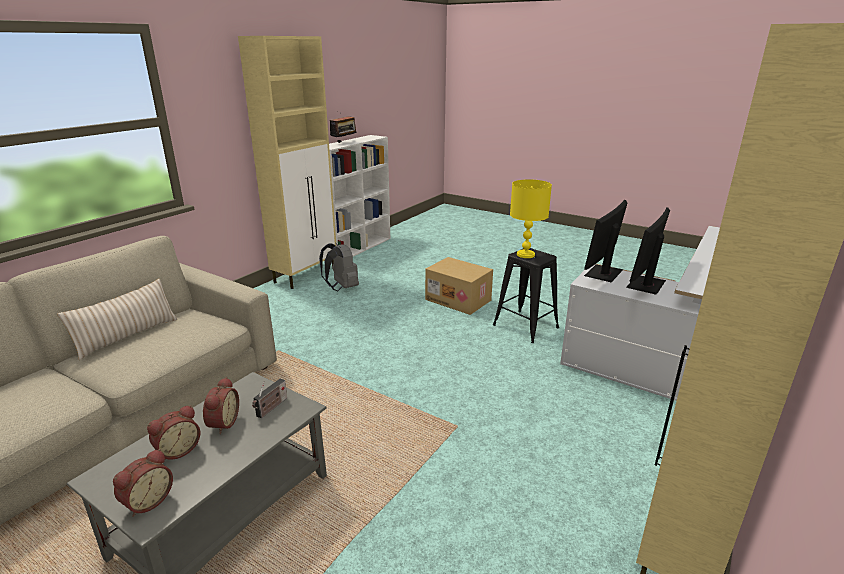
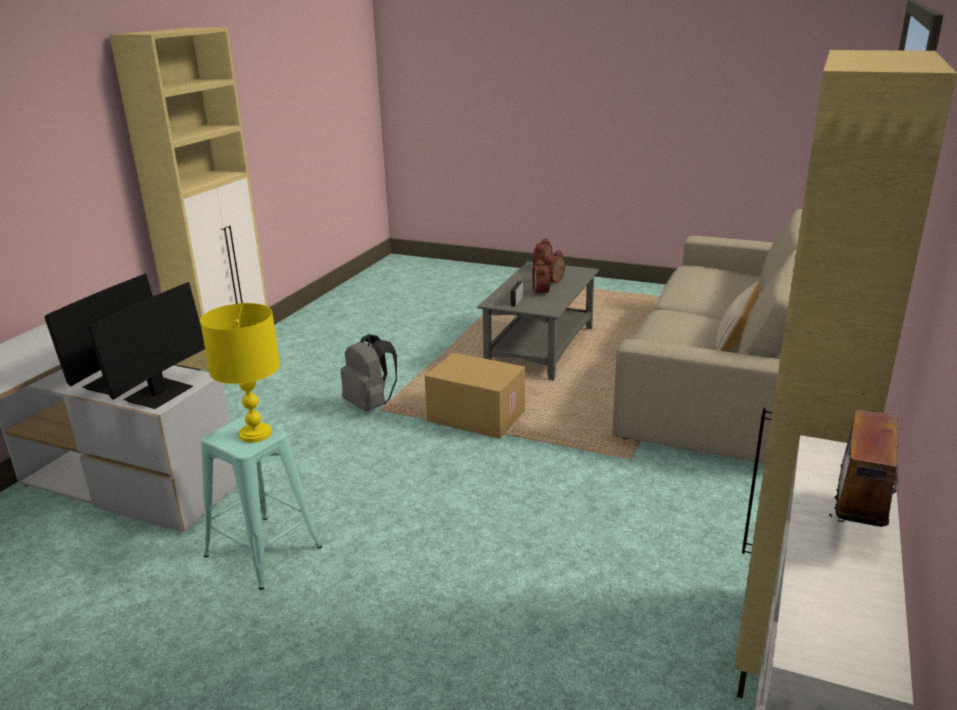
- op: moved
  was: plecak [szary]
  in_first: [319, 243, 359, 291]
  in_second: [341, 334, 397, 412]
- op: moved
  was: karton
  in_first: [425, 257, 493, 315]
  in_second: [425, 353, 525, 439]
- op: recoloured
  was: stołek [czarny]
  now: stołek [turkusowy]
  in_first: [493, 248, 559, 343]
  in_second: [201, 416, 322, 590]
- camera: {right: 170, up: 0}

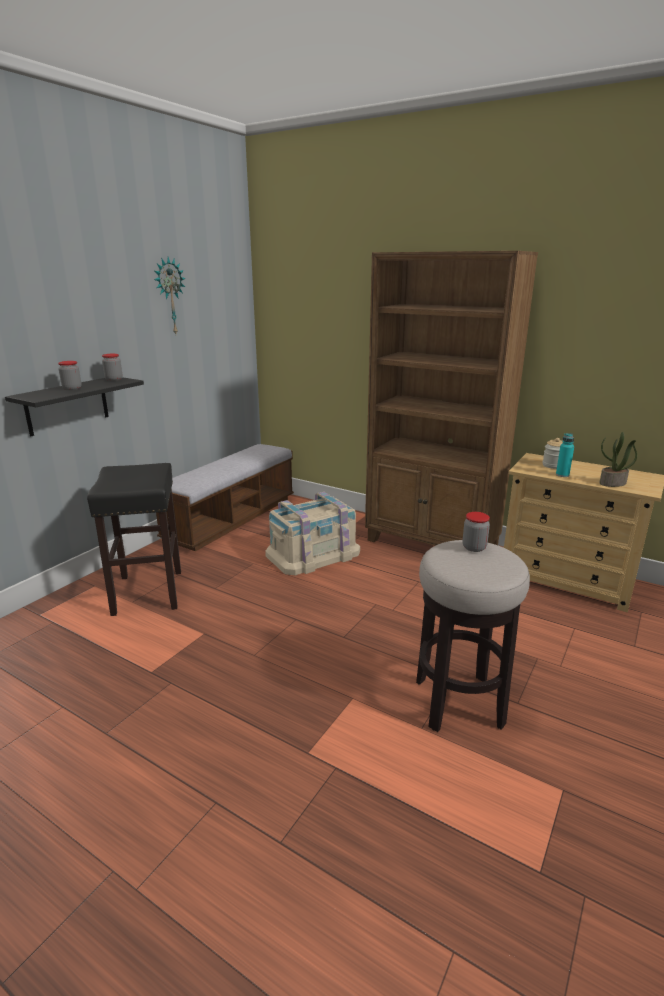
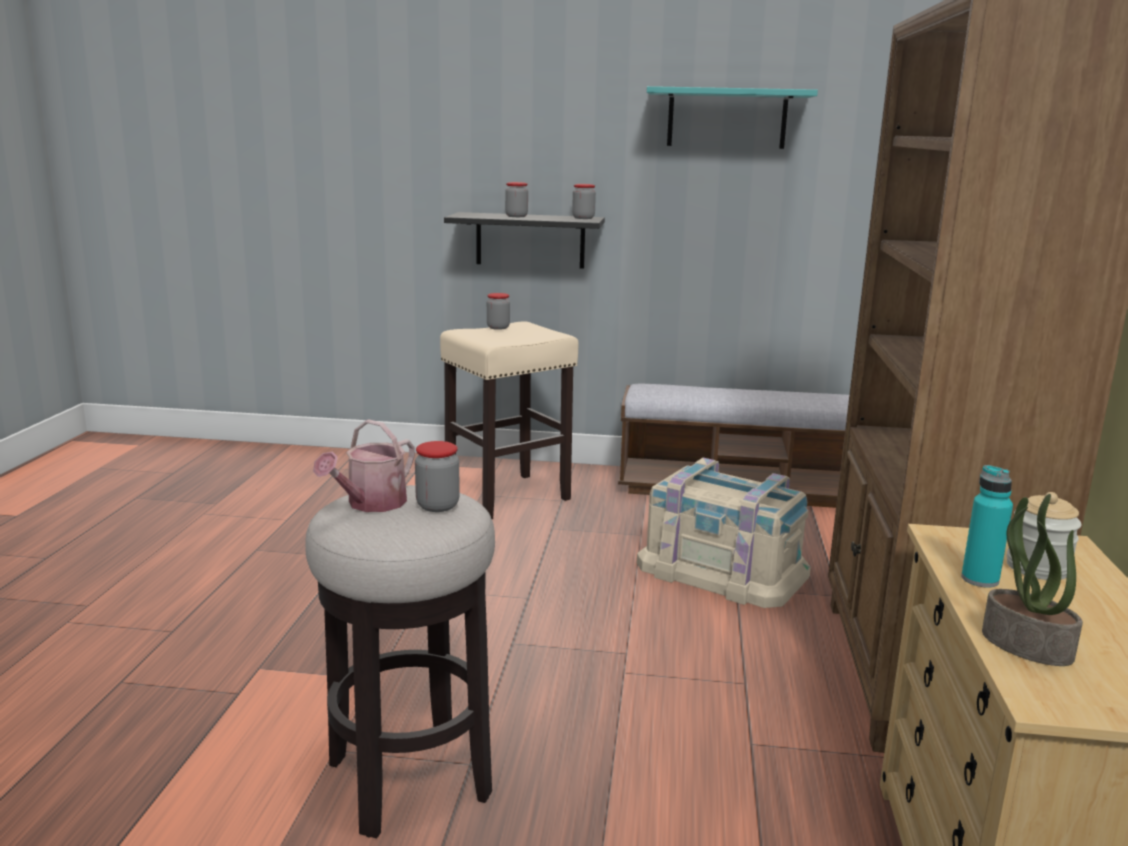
- op: recoloured
  was: stołek [czarny]
  now: stołek [beżowy]
  in_first: [87, 463, 181, 616]
  in_second: [440, 321, 579, 519]
- op: replaced
  was: zegar ścienny
  now: półka [turkusowy]
  in_first: [154, 257, 185, 334]
  in_second: [647, 86, 818, 149]
- op: added
  now: konewka
  in_second: [313, 419, 415, 512]
- op: added
  now: słoik
  in_second: [487, 293, 510, 330]
- camera: {right: 65, up: -5}

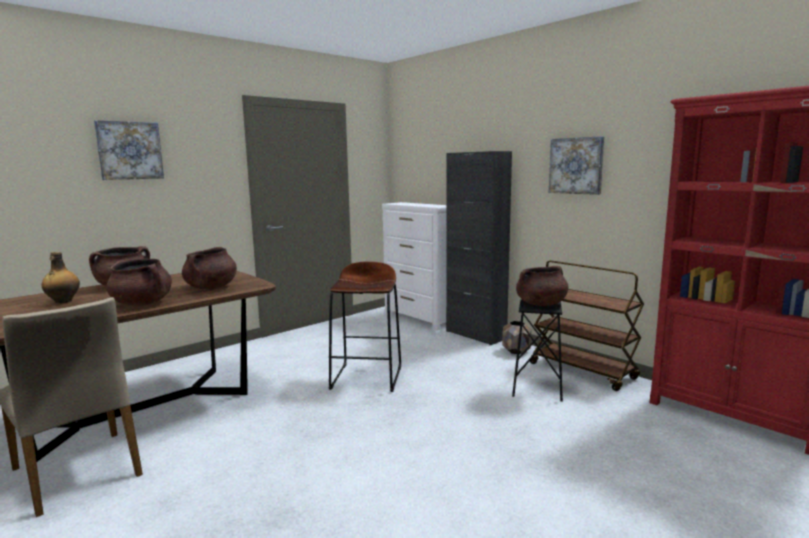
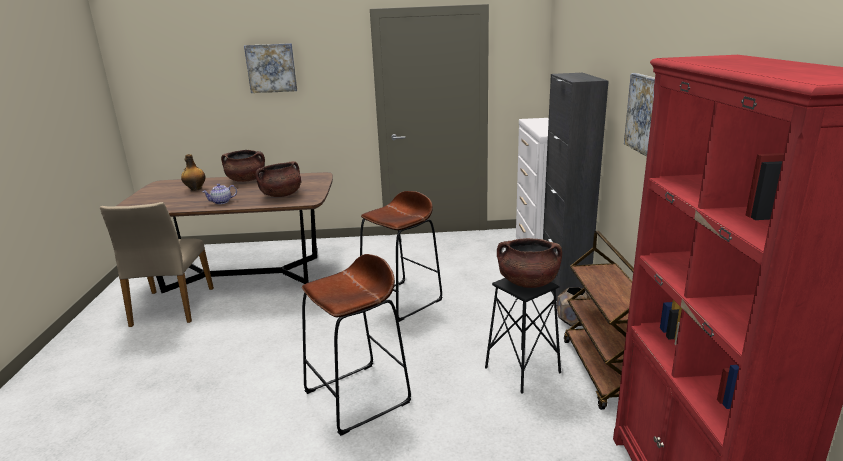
- op: replaced
  was: garnek [brązowy]
  now: imbryk
  in_first: [106, 259, 172, 306]
  in_second: [202, 184, 237, 204]
- op: added
  now: stołek [brązowy]
  in_second: [302, 254, 411, 436]
- camera: {right: 40, up: 10}

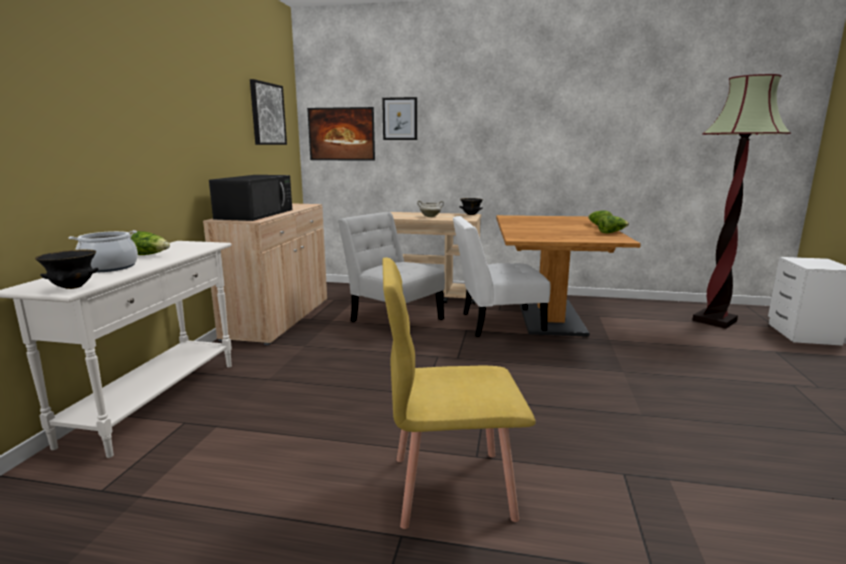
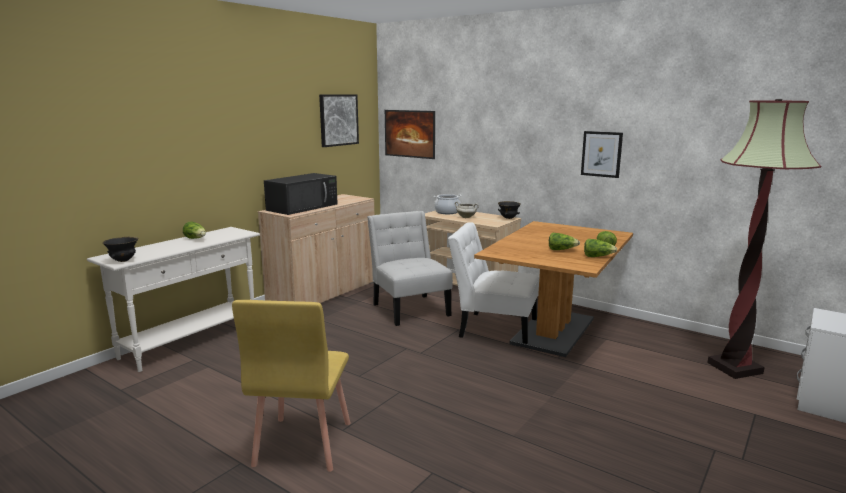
- op: moved
  was: garnek
  in_first: [68, 230, 138, 272]
  in_second: [434, 194, 462, 214]
- op: moved
  was: obraz
  in_first: [382, 97, 417, 140]
  in_second: [581, 131, 623, 178]
- op: turned
  was: krzesło [żółty]
  in_first: [382, 258, 536, 529]
  in_second: [232, 300, 351, 472]
  clockwise: -105
- op: added
  now: sałata
  in_second: [549, 233, 580, 250]
- camera: {right: 25, up: 0}

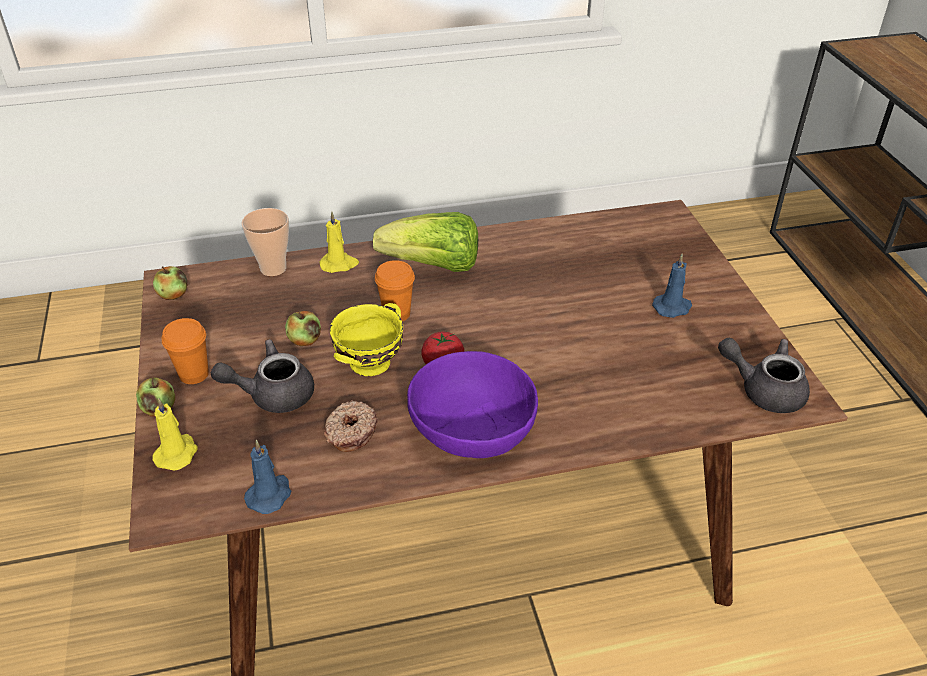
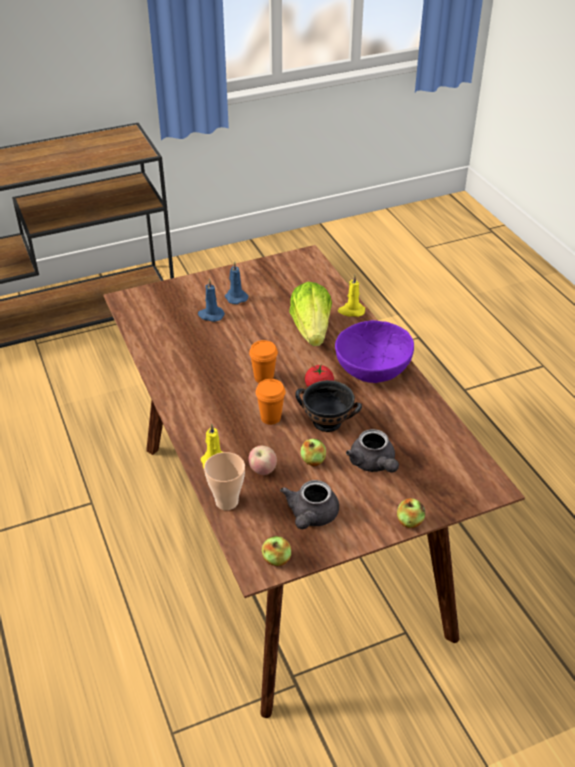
- op: moved
  was: świeca [żółty]
  in_first: [153, 398, 198, 471]
  in_second: [338, 274, 365, 317]
- op: moved
  was: filiżanka [pomarańczowy]
  in_first: [162, 318, 209, 384]
  in_second: [249, 340, 278, 383]
- op: moved
  was: świeca [niebieski]
  in_first: [244, 439, 291, 514]
  in_second: [198, 279, 225, 322]
- op: removed
  was: donut
  in_first: [323, 400, 378, 452]
- op: recoloured
  was: miska [żółty]
  now: miska [czarny]
  in_first: [330, 303, 403, 376]
  in_second: [295, 380, 362, 432]
- op: moved
  was: sałata
  in_first: [373, 212, 478, 272]
  in_second: [289, 282, 332, 346]
- op: moved
  was: imbryk [szary]
  in_first: [718, 338, 810, 413]
  in_second: [280, 480, 339, 529]
- op: added
  now: jabłko
  in_second: [249, 445, 277, 475]
- camera: {right: -100, up: 0}

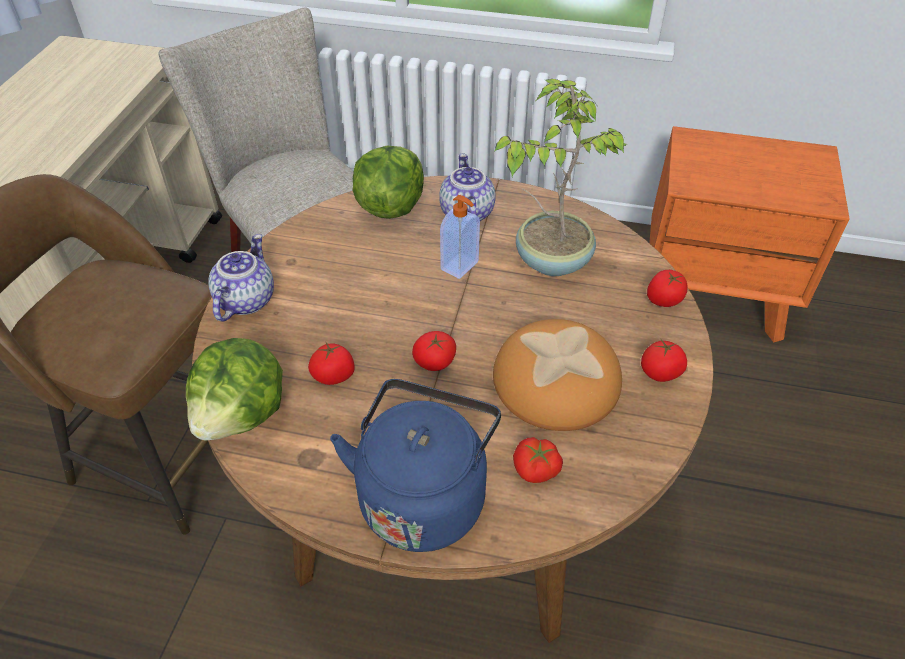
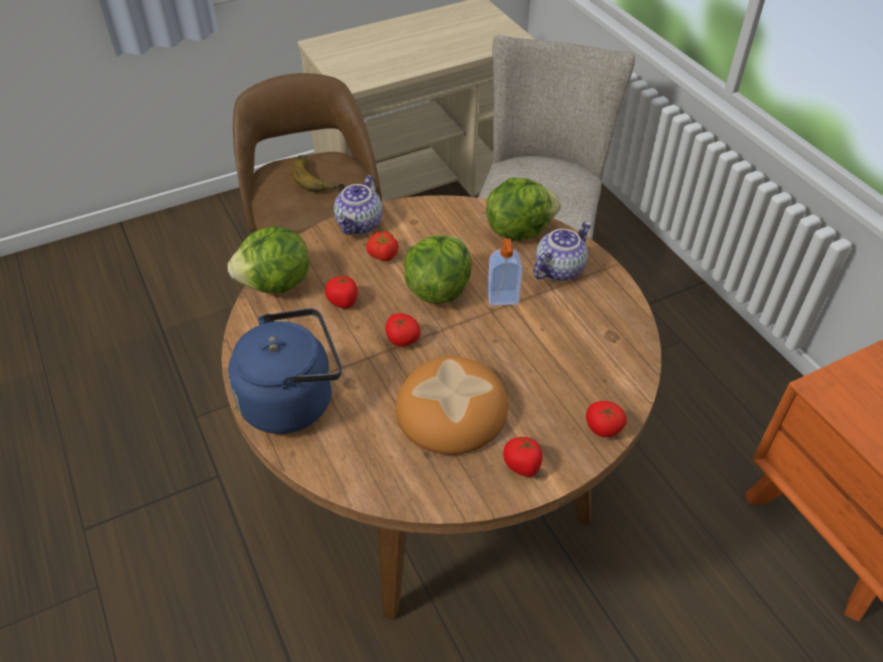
- op: turned
  was: imbryk
  in_first: [208, 234, 274, 321]
  in_second: [334, 175, 383, 235]
  clockwise: 135
- op: removed
  was: roślina doniczkowa
  in_first: [494, 79, 627, 276]
- op: moved
  was: pomidor
  in_first: [513, 437, 563, 483]
  in_second: [366, 231, 398, 262]
- op: added
  now: banan
  in_second: [292, 155, 345, 192]
- op: added
  now: sałata
  in_second: [404, 235, 472, 304]
- camera: {right: 50, up: 0}

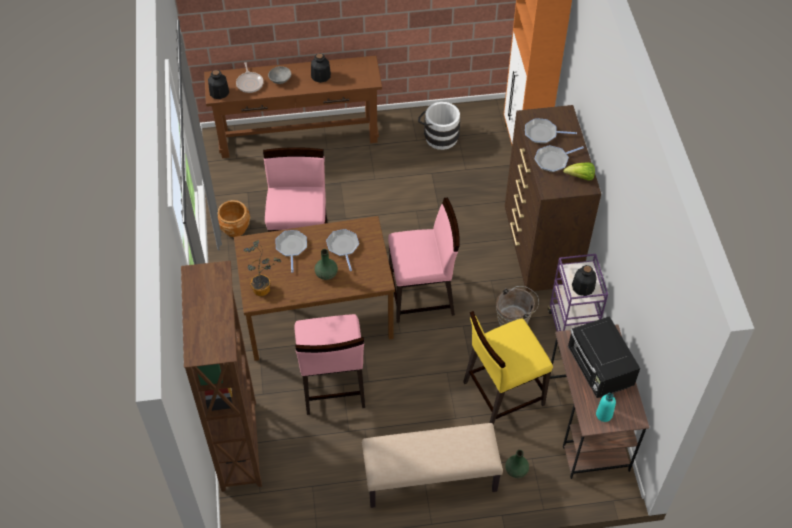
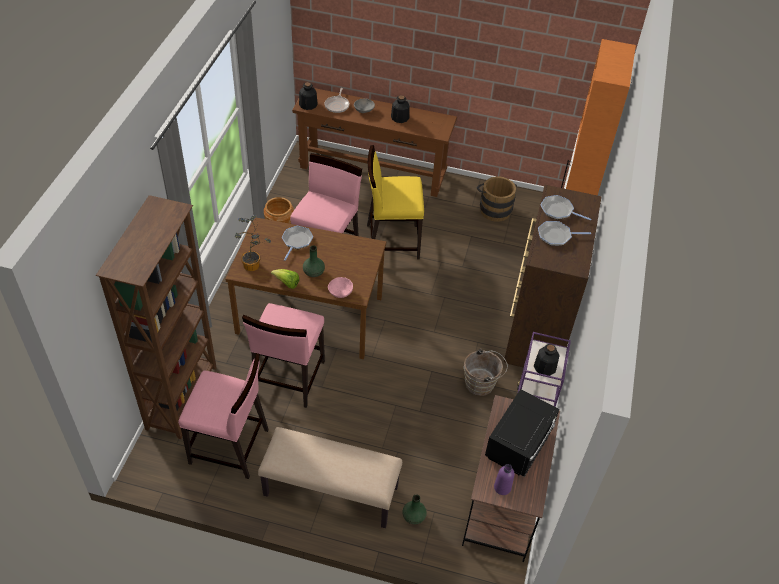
- op: removed
  was: patelnia
  in_first: [326, 229, 359, 271]
- op: moved
  was: krzesło [różowy]
  in_first: [388, 198, 460, 323]
  in_second: [178, 353, 269, 479]
- op: recoloured
  was: wiadro [biały]
  now: wiadro [brązowy]
  in_first: [418, 102, 460, 150]
  in_second: [476, 176, 517, 222]
- op: moved
  was: krzesło [żółty]
  in_first: [463, 311, 553, 425]
  in_second: [367, 145, 424, 260]
- op: moved
  was: sałata
  in_first: [563, 162, 595, 181]
  in_second: [271, 269, 299, 289]
- op: turned
  was: mikrofalówka [czarny]
  in_first: [568, 316, 640, 398]
  in_second: [485, 389, 559, 477]
  clockwise: -150
- op: recoloured
  was: butelka [turkusowy]
  now: butelka [fioletowy]
  in_first: [596, 393, 616, 422]
  in_second: [494, 464, 514, 495]
- op: added
  now: miska [różowy]
  in_second: [328, 277, 353, 298]
- camera: {right: 20, up: -5}

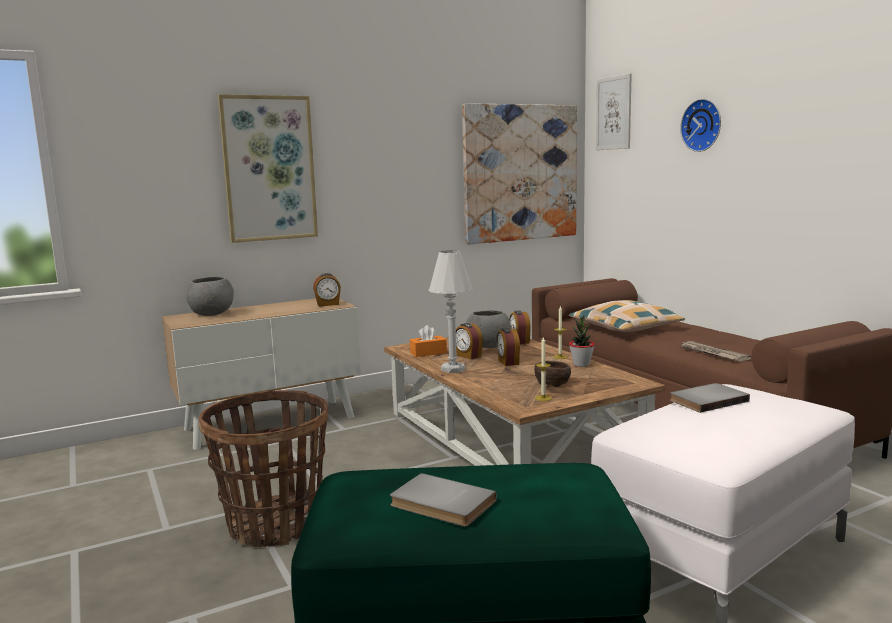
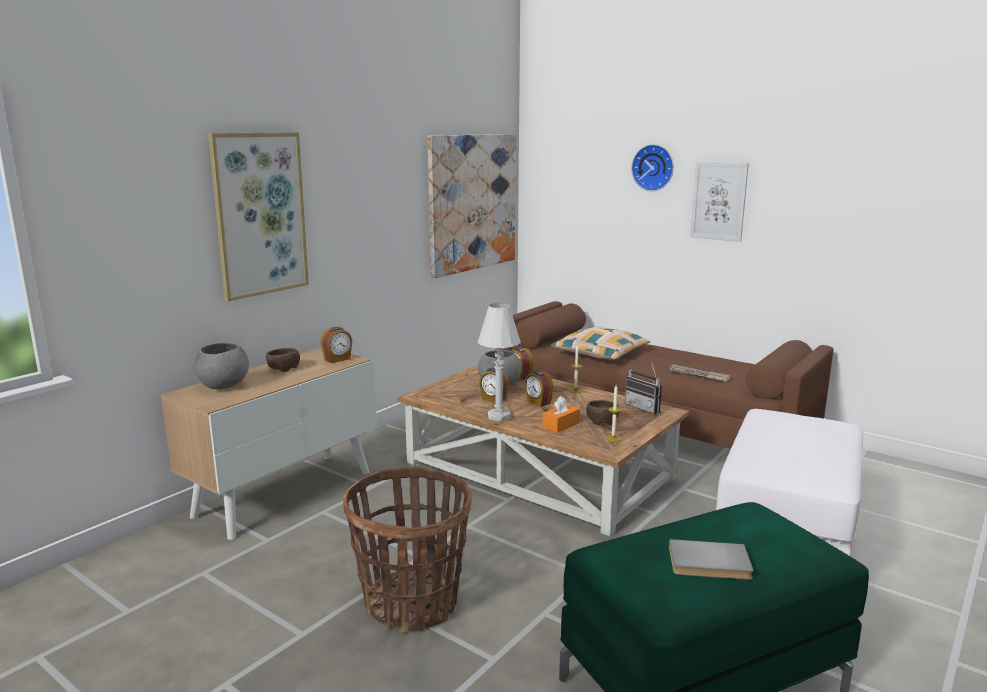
- op: moved
  was: pudełko chusteczek [pomarańczowy]
  in_first: [410, 325, 447, 357]
  in_second: [542, 396, 580, 433]
- op: removed
  was: roślina doniczkowa
  in_first: [569, 315, 595, 367]
- op: moved
  was: obraz
  in_first: [596, 73, 632, 150]
  in_second: [690, 161, 749, 242]
- op: removed
  was: książka [szary]
  in_first: [670, 383, 750, 413]
- op: added
  now: miska [brązowy]
  in_second: [266, 348, 300, 372]
- op: added
  now: radio
  in_second: [625, 361, 662, 414]
- camera: {right: -25, up: 5}

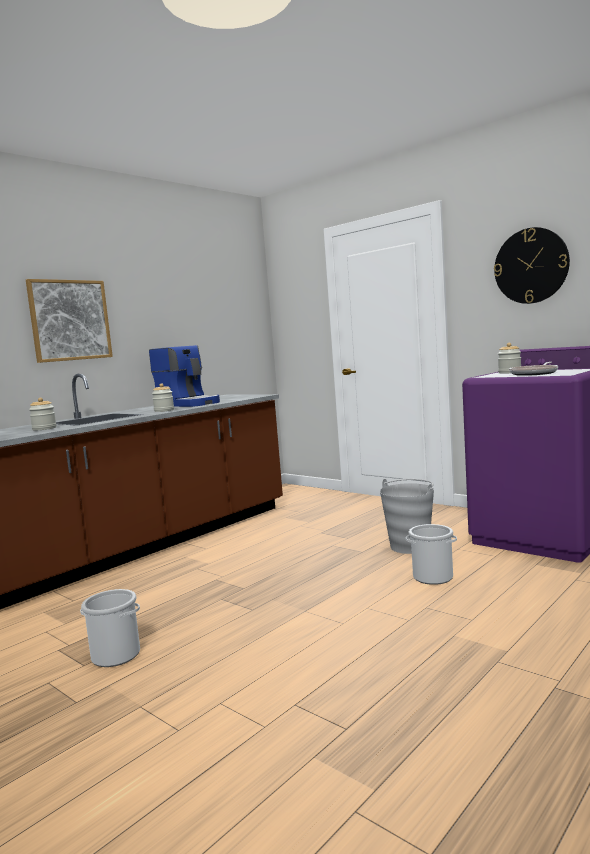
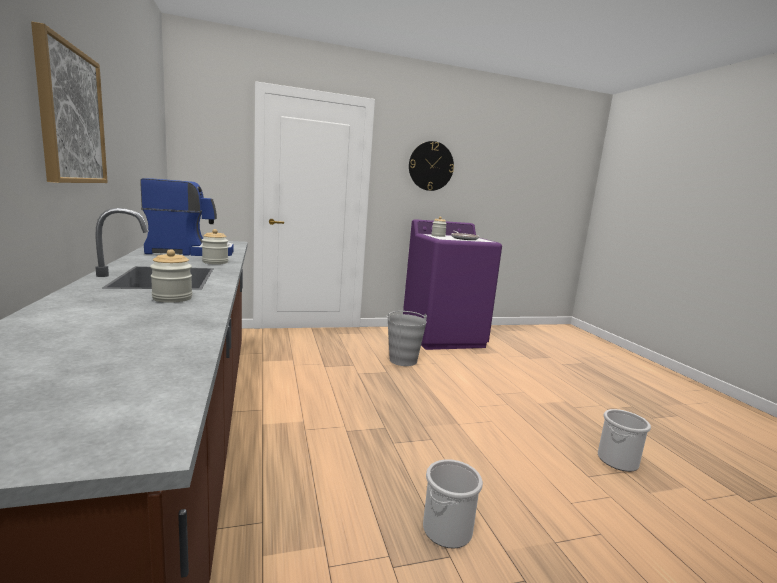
- op: moved
  was: wiadro
  in_first: [406, 524, 457, 585]
  in_second: [598, 409, 651, 472]
- camera: {right: -60, up: 5}

